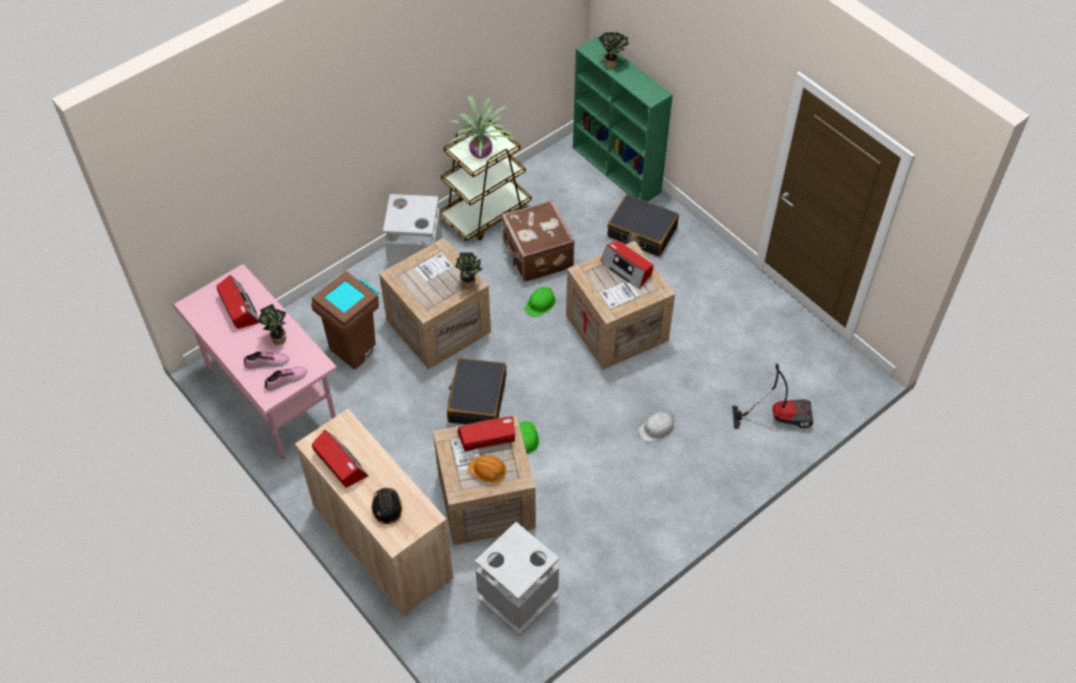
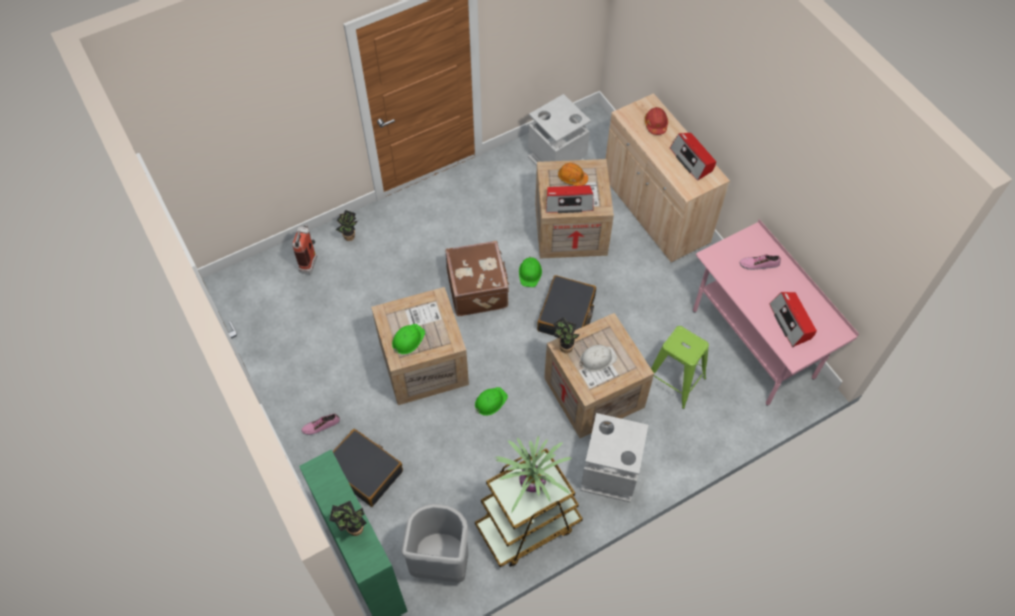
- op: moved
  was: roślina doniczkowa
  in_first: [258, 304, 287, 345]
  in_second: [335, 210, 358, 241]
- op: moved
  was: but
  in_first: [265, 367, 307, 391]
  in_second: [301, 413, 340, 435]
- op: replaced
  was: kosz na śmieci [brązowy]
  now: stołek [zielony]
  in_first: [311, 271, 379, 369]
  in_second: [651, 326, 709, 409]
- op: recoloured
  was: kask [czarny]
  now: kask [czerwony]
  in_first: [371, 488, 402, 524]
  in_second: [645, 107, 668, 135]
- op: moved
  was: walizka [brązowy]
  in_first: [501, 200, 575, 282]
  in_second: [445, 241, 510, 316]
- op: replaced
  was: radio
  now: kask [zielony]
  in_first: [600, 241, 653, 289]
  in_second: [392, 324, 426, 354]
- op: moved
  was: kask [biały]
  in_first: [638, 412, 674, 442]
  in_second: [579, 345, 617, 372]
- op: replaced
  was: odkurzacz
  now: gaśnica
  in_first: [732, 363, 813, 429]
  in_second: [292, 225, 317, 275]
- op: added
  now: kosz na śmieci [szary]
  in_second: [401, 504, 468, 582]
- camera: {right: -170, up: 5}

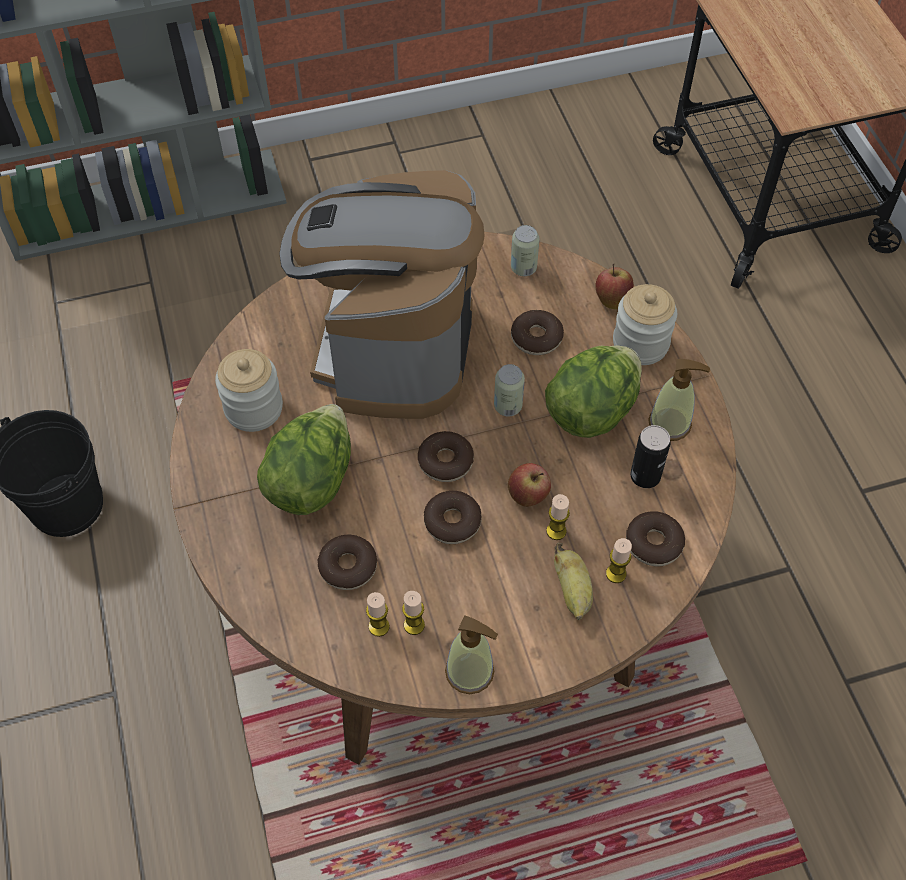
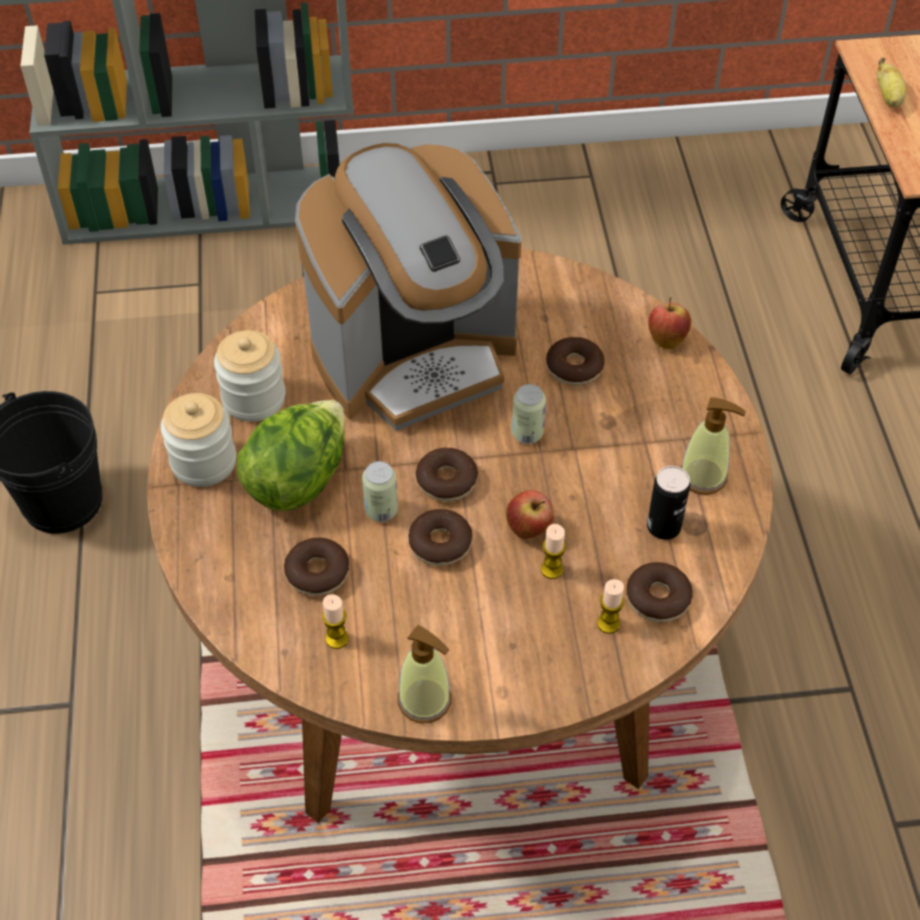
- op: turned
  was: ekspres do kawy
  in_first: [279, 170, 485, 419]
  in_second: [295, 143, 522, 431]
  clockwise: -135
- op: removed
  was: świeca
  in_first: [402, 591, 425, 635]
- op: moved
  was: puszka
  in_first: [511, 225, 539, 276]
  in_second: [362, 461, 398, 522]
- op: removed
  was: sałata
  in_first: [545, 345, 642, 438]
- op: moved
  was: banan
  in_first: [554, 543, 593, 620]
  in_second: [877, 57, 906, 108]
- op: moved
  was: słoik
  in_first: [613, 284, 677, 365]
  in_second: [161, 393, 236, 487]
- camera: {right: 10, up: -5}

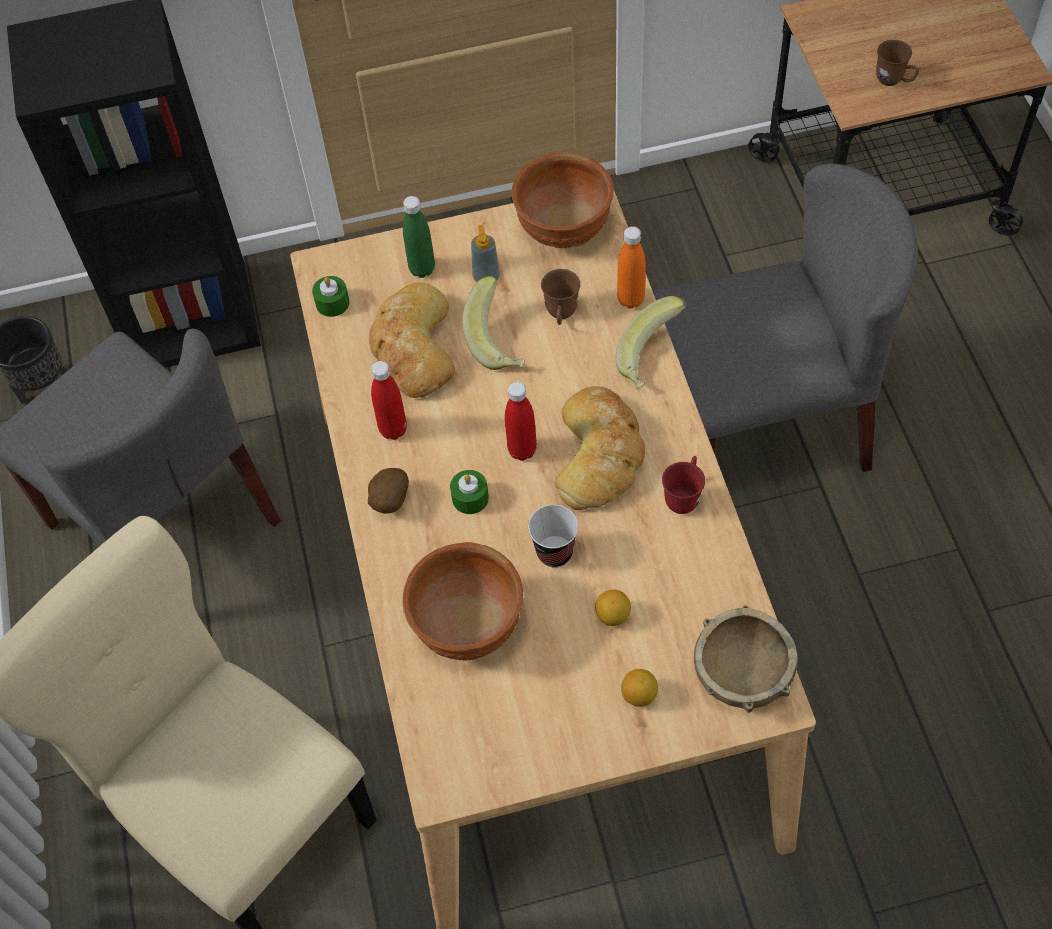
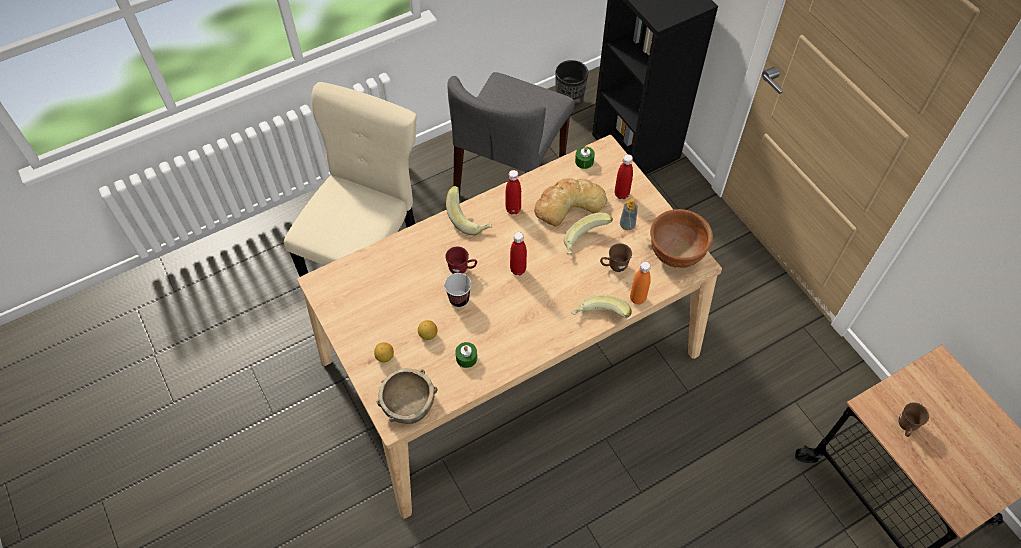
- op: replaced
  was: ziemniak
  now: banan
  in_first: [368, 468, 409, 513]
  in_second: [446, 186, 492, 235]
- op: recoloured
  was: butelka [zielony]
  now: butelka [czerwony]
  in_first: [403, 196, 435, 278]
  in_second: [615, 154, 633, 199]
- op: removed
  was: miska [brązowy]
  in_first: [403, 542, 523, 661]
- op: moved
  was: świeca [zielony]
  in_first: [450, 470, 489, 514]
  in_second: [455, 342, 477, 368]
- op: removed
  was: chleb
  in_first: [555, 386, 645, 510]
- op: removed
  was: krzesło [szary]
  in_first: [652, 164, 918, 472]
- op: moved
  was: kubek [czerwony]
  in_first: [662, 456, 705, 514]
  in_second: [445, 247, 477, 274]
- camera: {right: 70, up: 0}

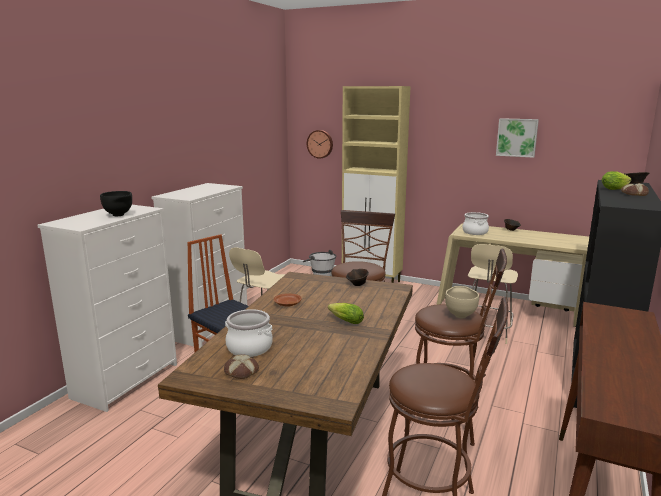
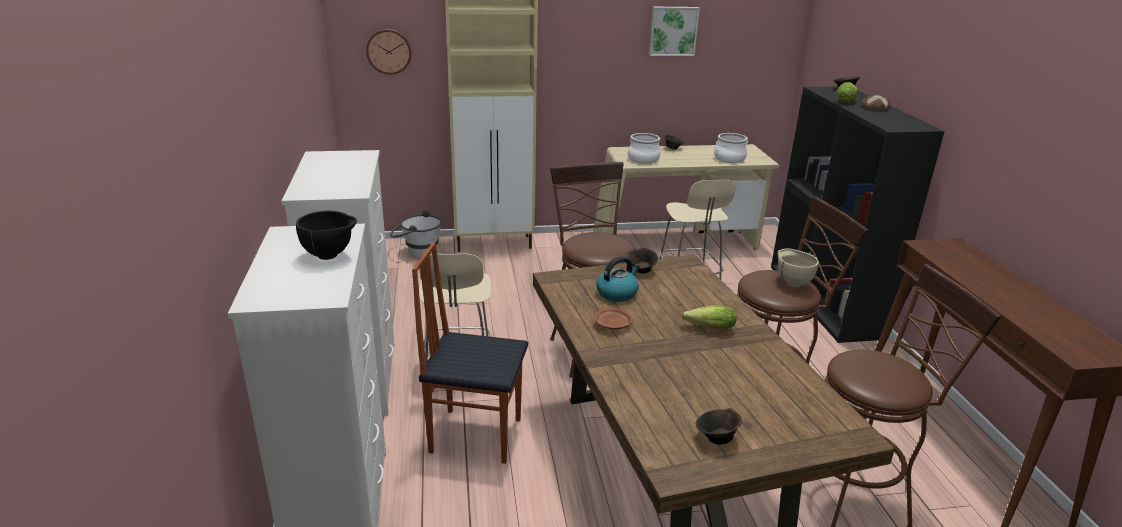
- op: replaced
  was: chleb
  now: miska [brązowy]
  in_first: [224, 355, 259, 379]
  in_second: [696, 408, 742, 444]
- op: moved
  was: garnek
  in_first: [225, 309, 273, 357]
  in_second: [714, 133, 748, 163]
- op: added
  now: czajnik
  in_second: [596, 256, 640, 302]
- camera: {right: -35, up: 10}

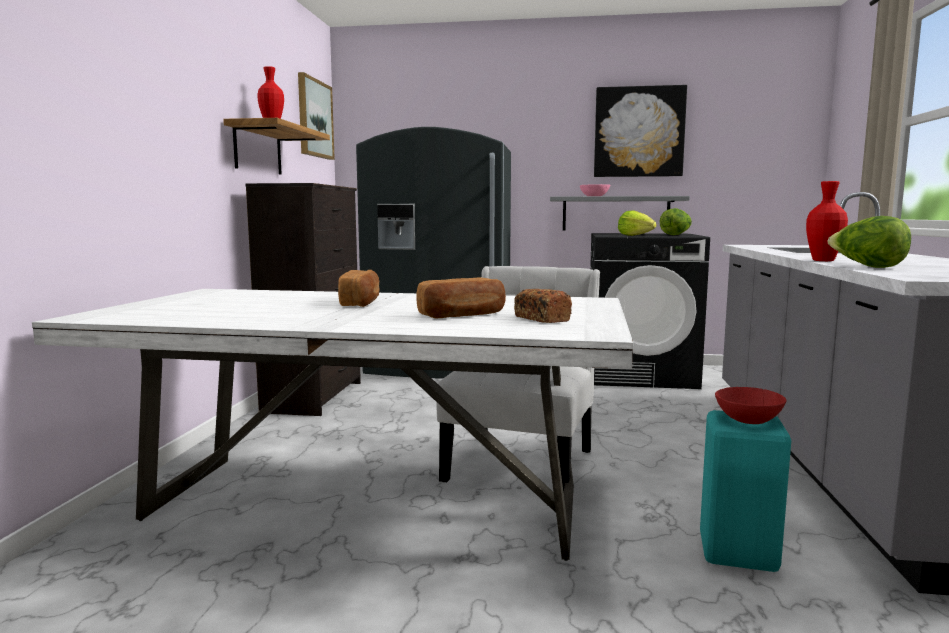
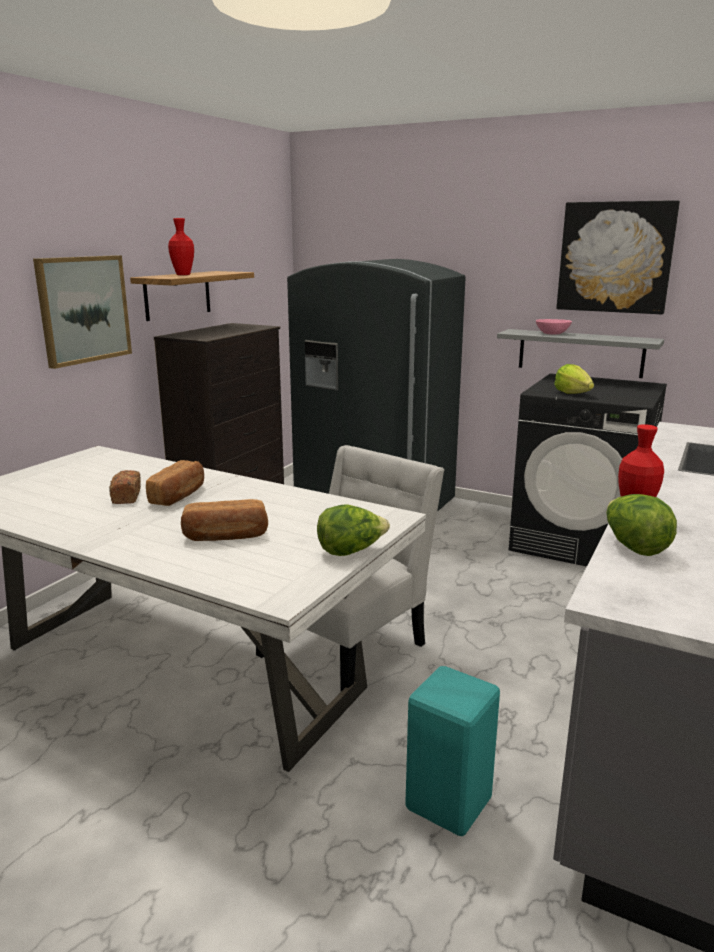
- op: moved
  was: obraz
  in_first: [298, 72, 335, 160]
  in_second: [33, 255, 132, 369]
- op: moved
  was: chleb
  in_first: [514, 289, 572, 323]
  in_second: [109, 470, 141, 504]
- op: moved
  was: sałata
  in_first: [660, 208, 692, 235]
  in_second: [317, 505, 390, 556]
- op: removed
  was: miska [czerwony]
  in_first: [715, 387, 786, 424]
- camera: {right: 20, up: 10}

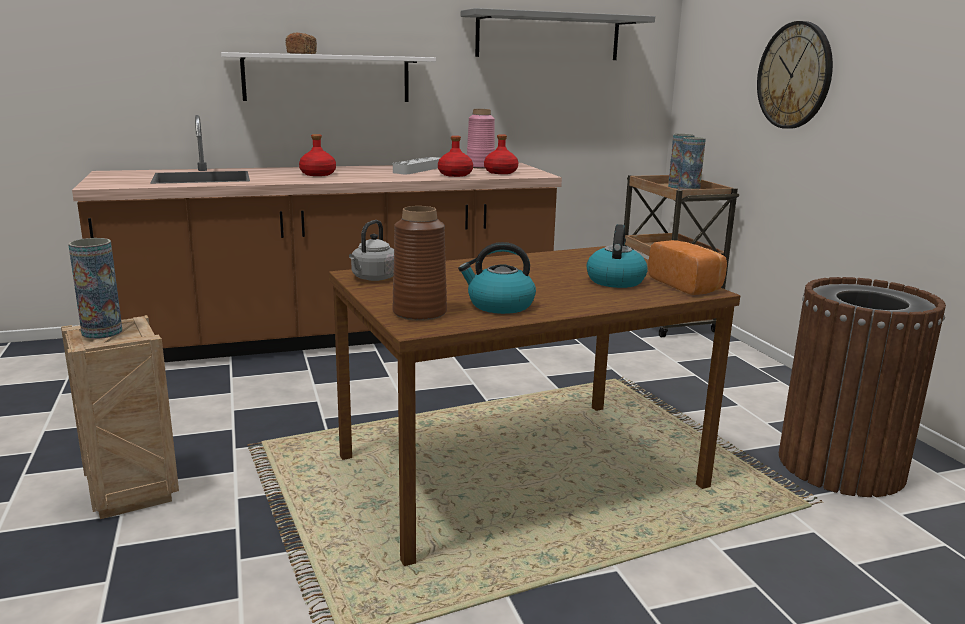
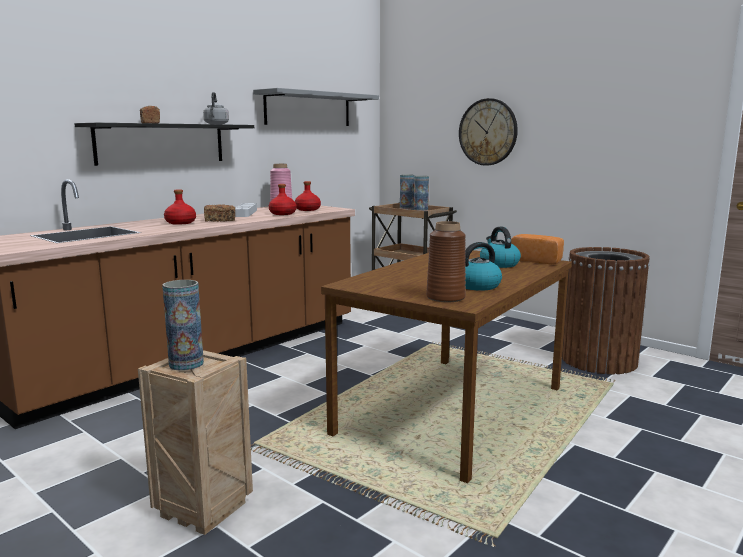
- op: recoloured
  was: półka [biały]
  now: półka [czarny]
  in_first: [221, 52, 436, 102]
  in_second: [74, 123, 254, 166]
- op: moved
  was: czajnik [szary]
  in_first: [349, 220, 394, 281]
  in_second: [203, 92, 229, 124]
- op: added
  now: chleb
  in_second: [204, 205, 235, 222]
- camera: {right: -30, up: -5}

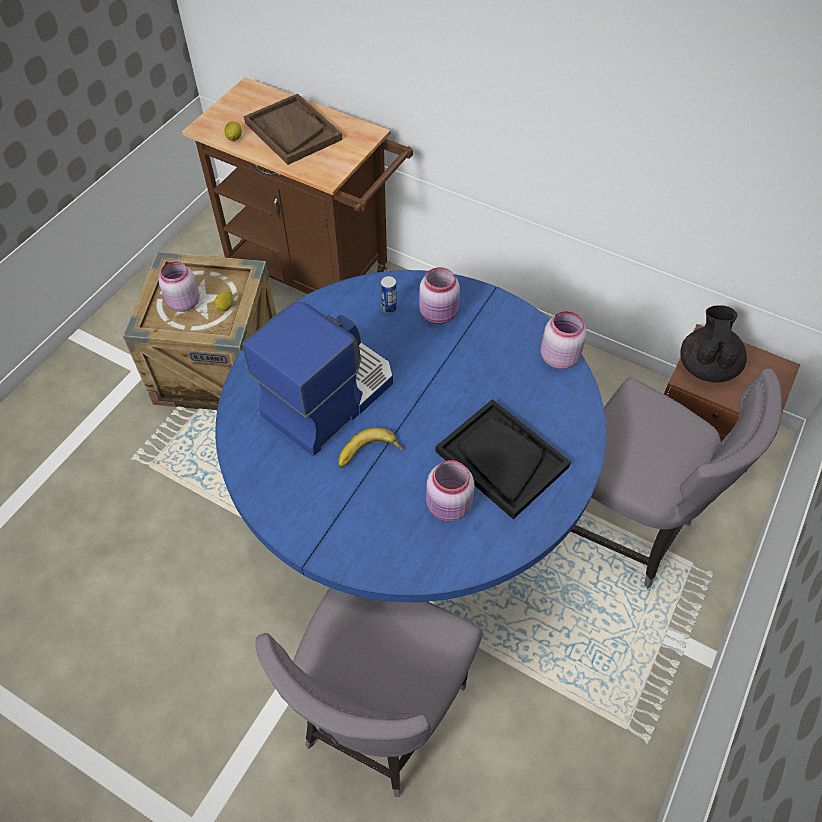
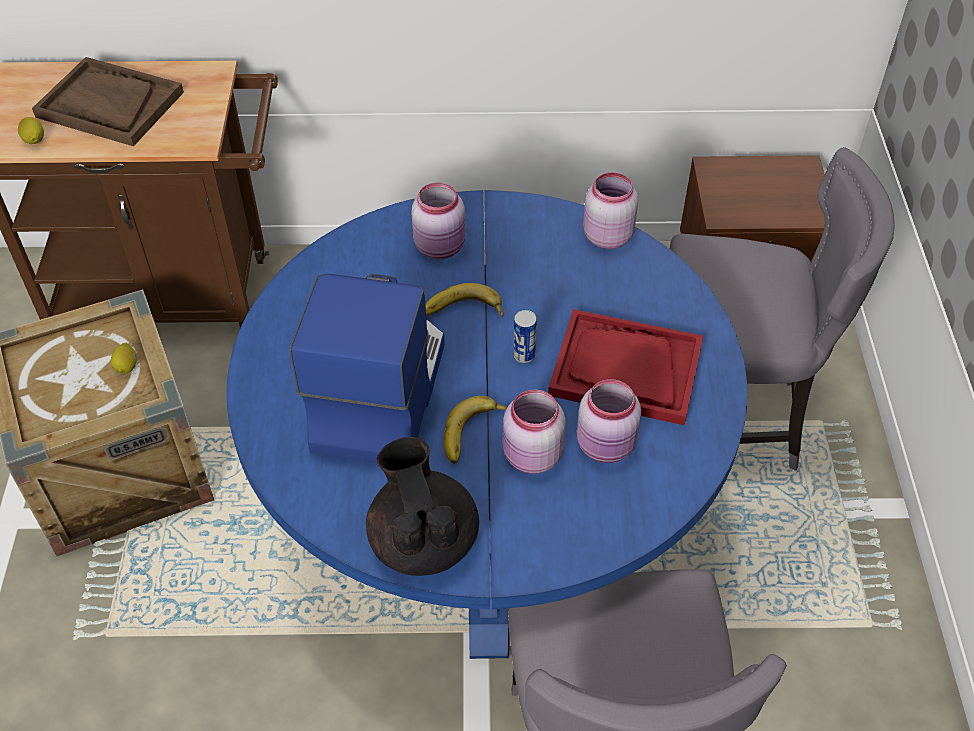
- op: moved
  was: słoik [różowy]
  in_first: [159, 261, 200, 312]
  in_second: [503, 390, 566, 474]
- op: moved
  was: puszka
  in_first: [381, 276, 397, 314]
  in_second: [513, 310, 537, 364]
- op: recoloured
  was: taca [czarny]
  now: taca [czerwony]
  in_first: [435, 399, 571, 519]
  in_second: [548, 309, 703, 425]
- op: moved
  was: imbryk [czarny]
  in_first: [680, 305, 747, 382]
  in_second: [366, 437, 479, 576]
- op: added
  now: banan
  in_second: [425, 283, 504, 318]
- camera: {right: -30, up: -5}

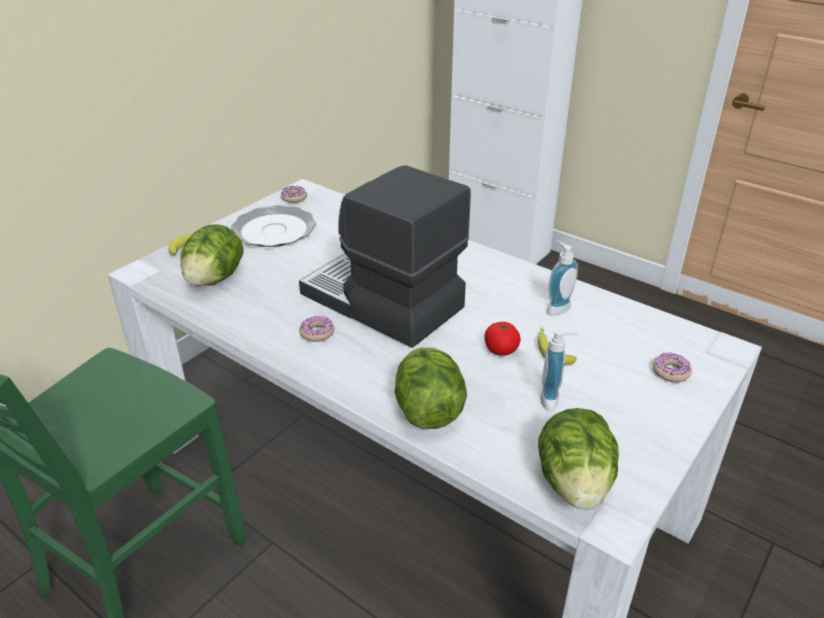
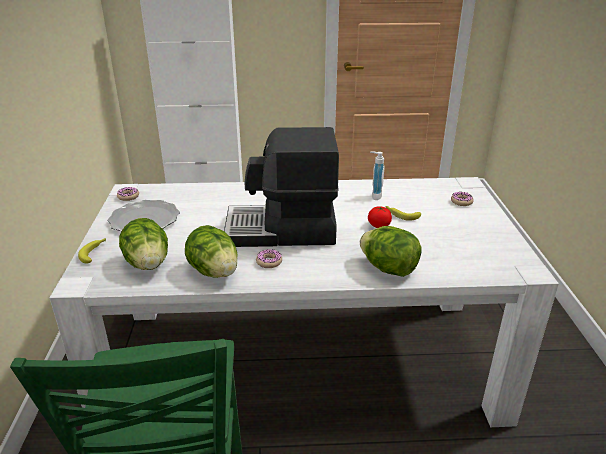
- op: moved
  was: sałata
  in_first: [538, 408, 619, 510]
  in_second: [185, 225, 238, 278]
- op: removed
  was: dozownik mydła
  in_first: [540, 329, 578, 411]
- camera: {right: -40, up: -5}

